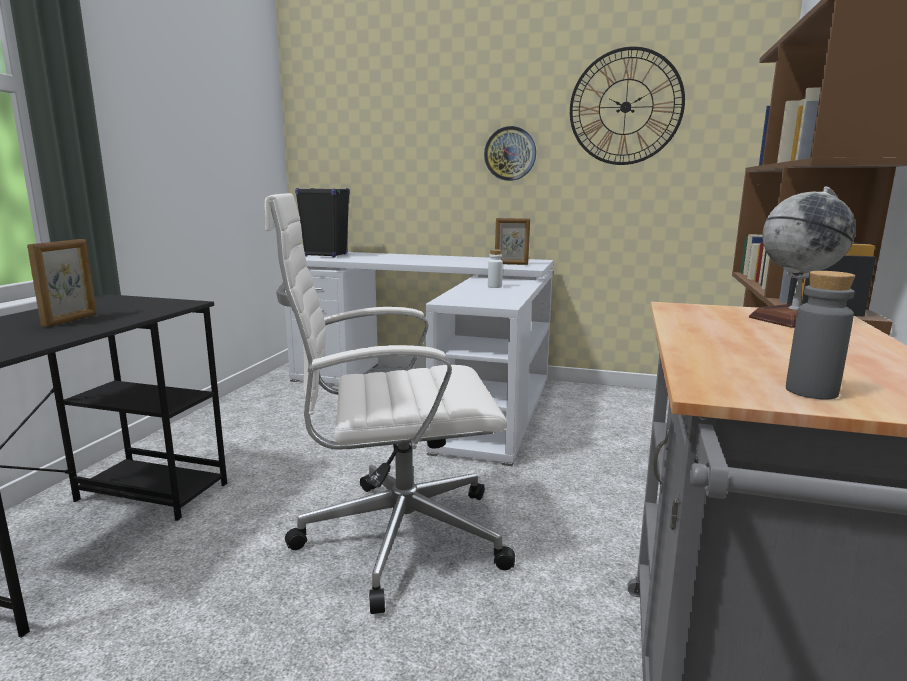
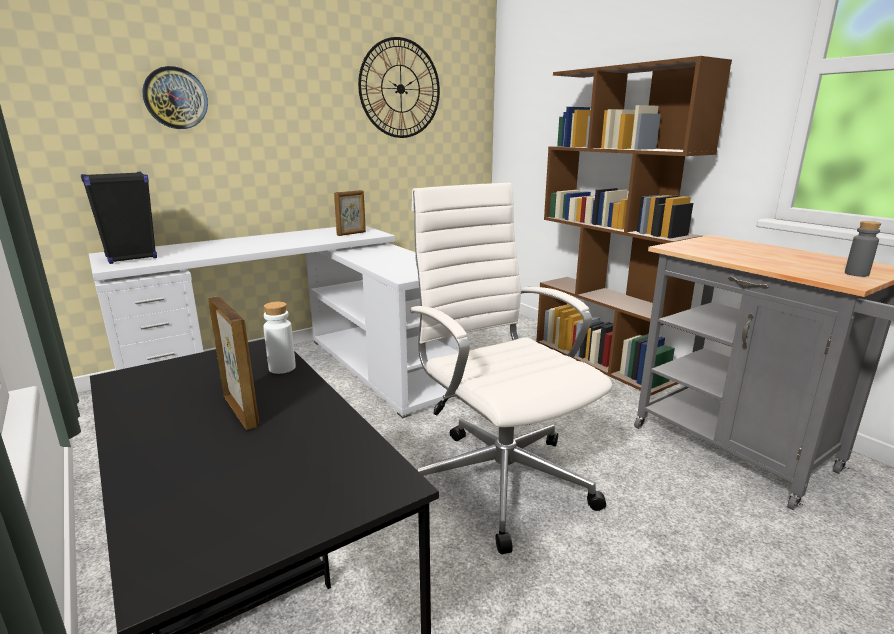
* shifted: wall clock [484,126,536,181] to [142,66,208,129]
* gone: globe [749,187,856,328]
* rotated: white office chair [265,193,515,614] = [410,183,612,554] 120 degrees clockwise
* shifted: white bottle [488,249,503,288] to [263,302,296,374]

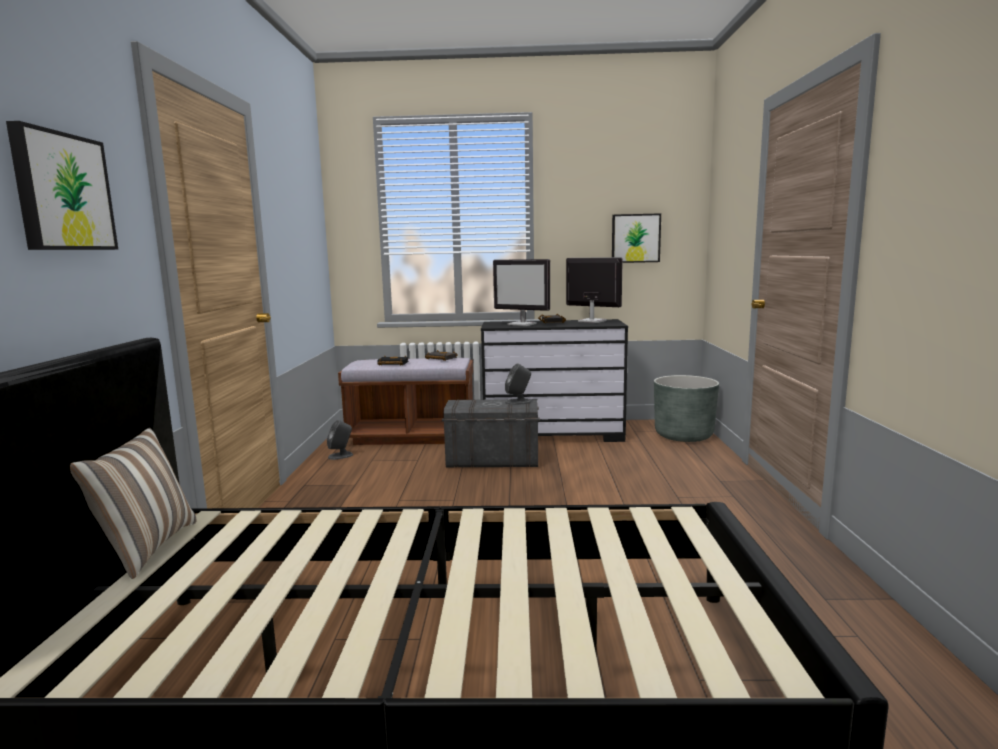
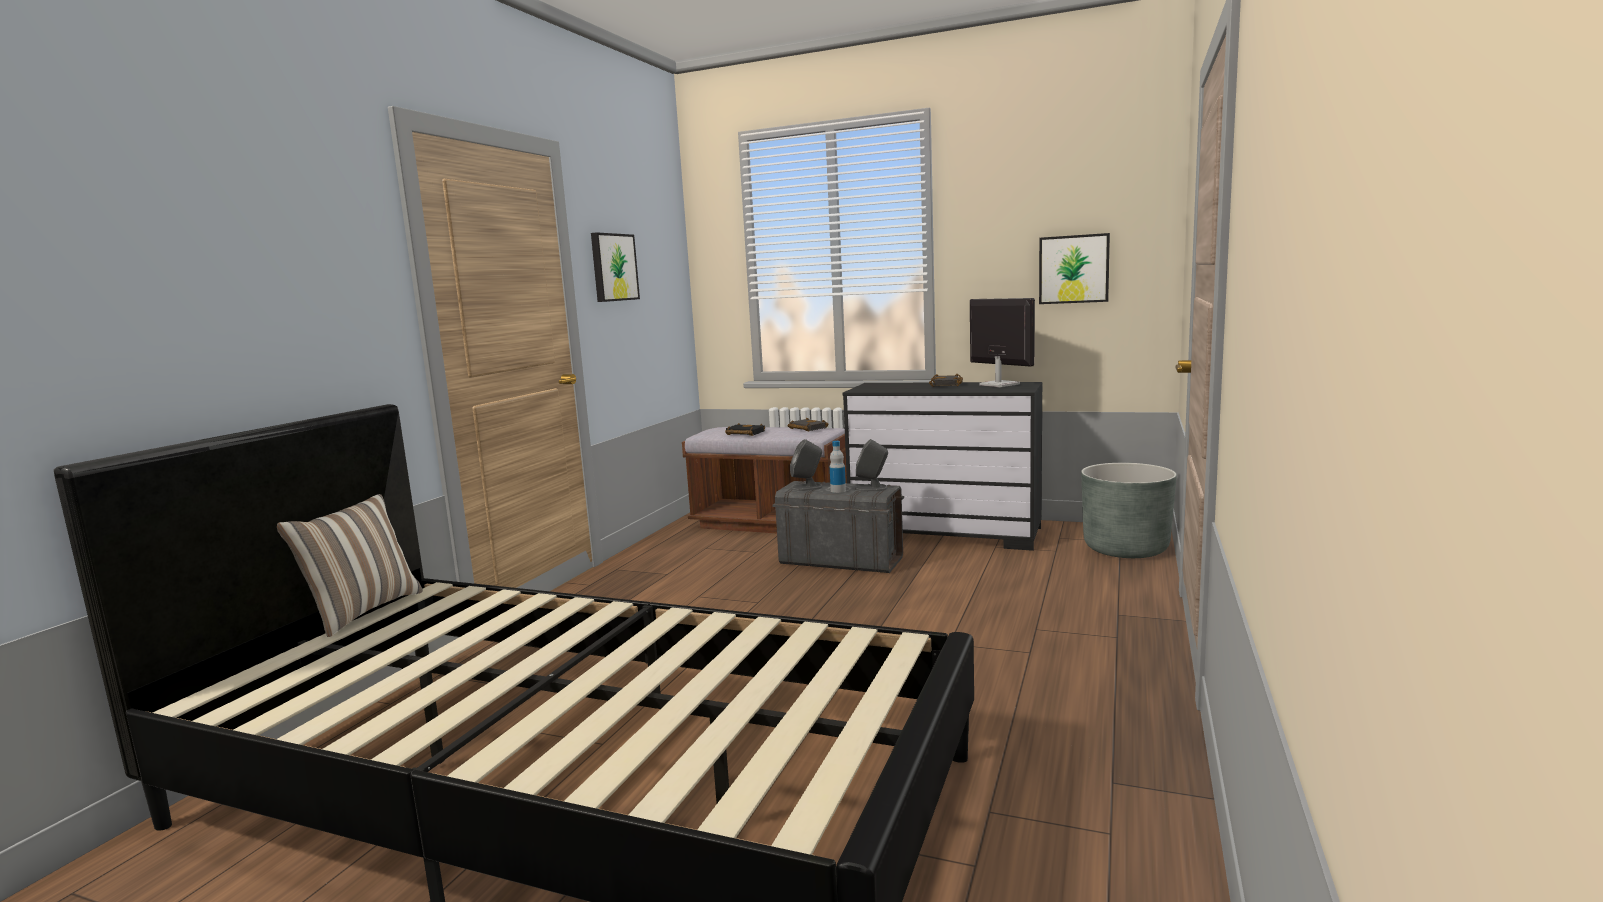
* shifted: picture [6,121,118,250] to [591,232,640,302]
* gone: monitor [493,259,550,326]
* shifted: grey speaker [327,420,353,460] to [790,439,823,491]
* new: bottle [830,441,846,493]

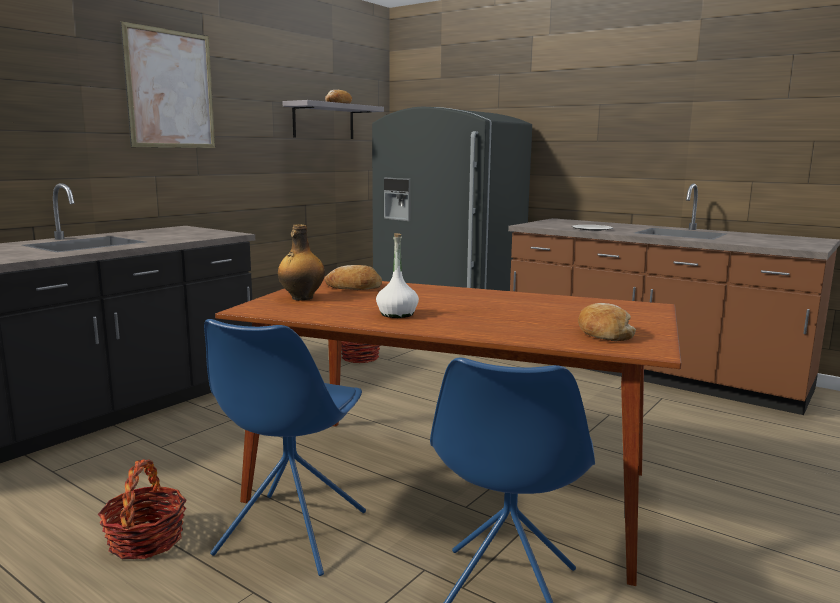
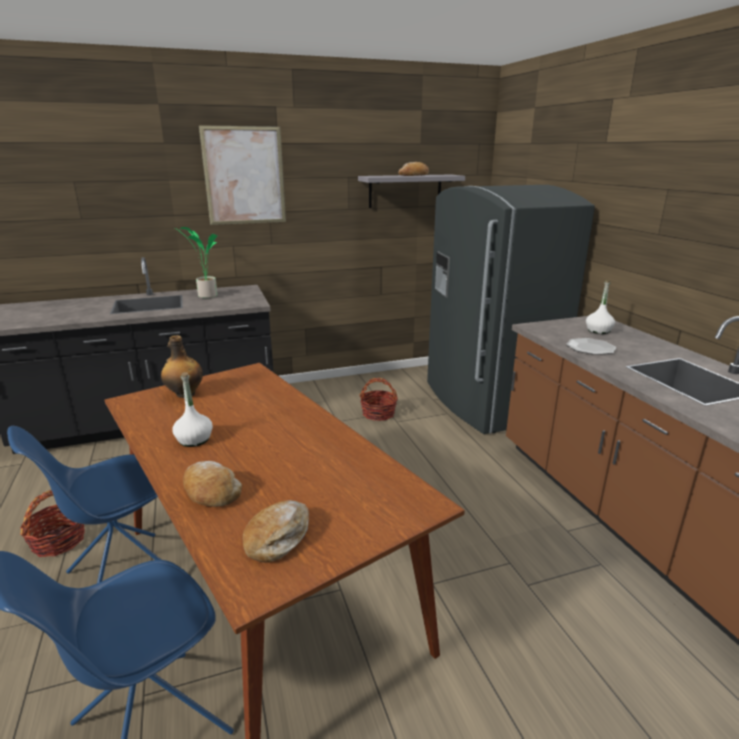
* shifted: bread [325,265,382,290] to [183,461,242,507]
* new: potted plant [175,227,218,298]
* new: white bottle [586,280,615,334]

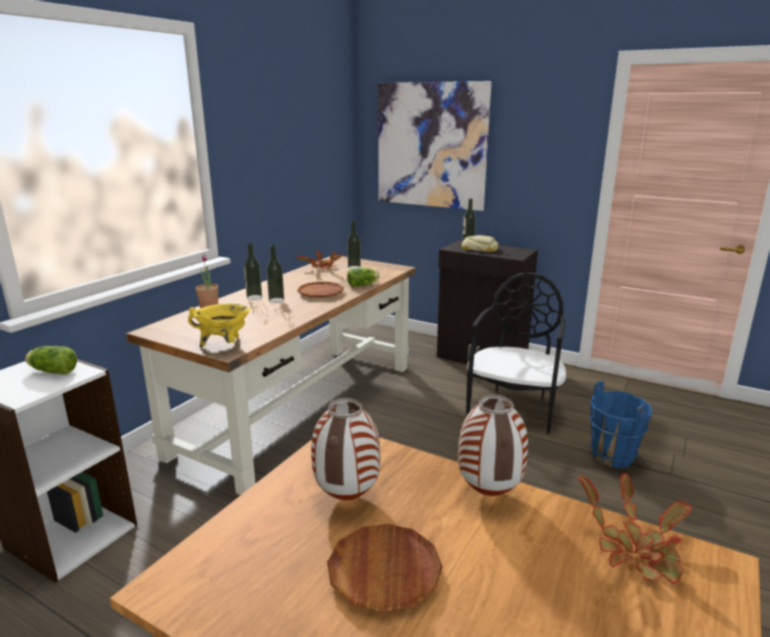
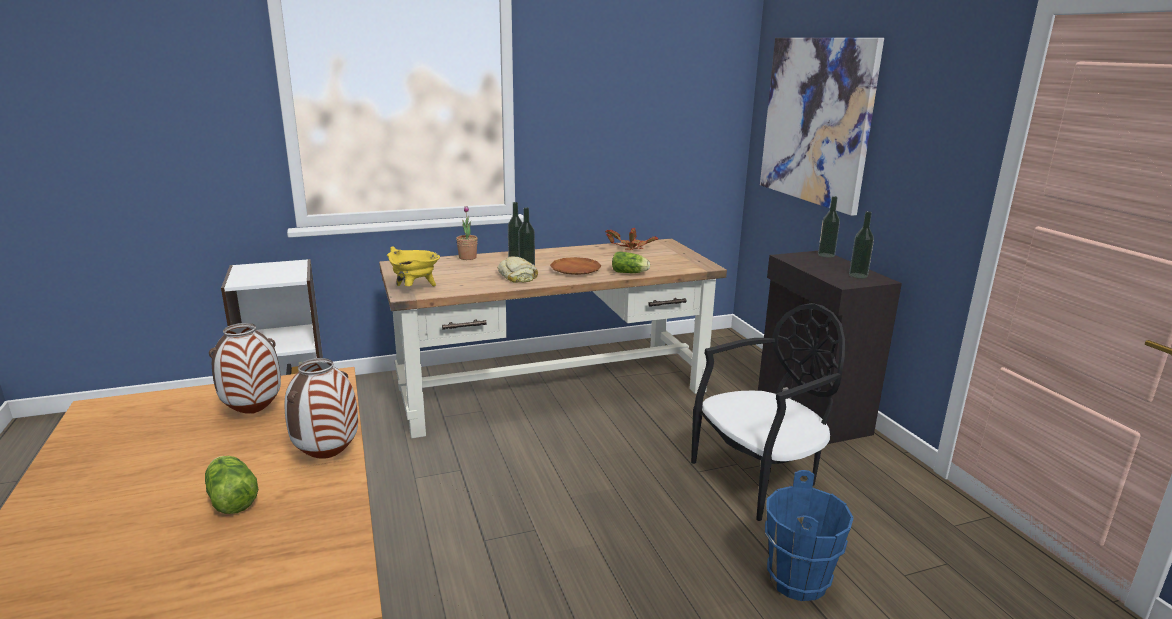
* shifted: bottle [347,221,361,269] to [849,211,874,279]
* shifted: bread [462,235,499,252] to [498,256,538,283]
* shifted: lettuce [25,346,77,375] to [205,456,258,514]
* gone: potted plant [578,473,693,584]
* gone: brown plate [327,524,443,613]

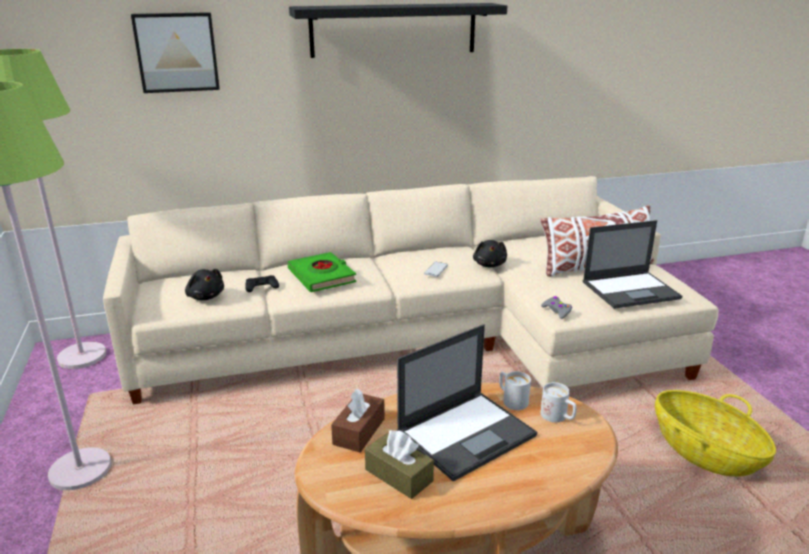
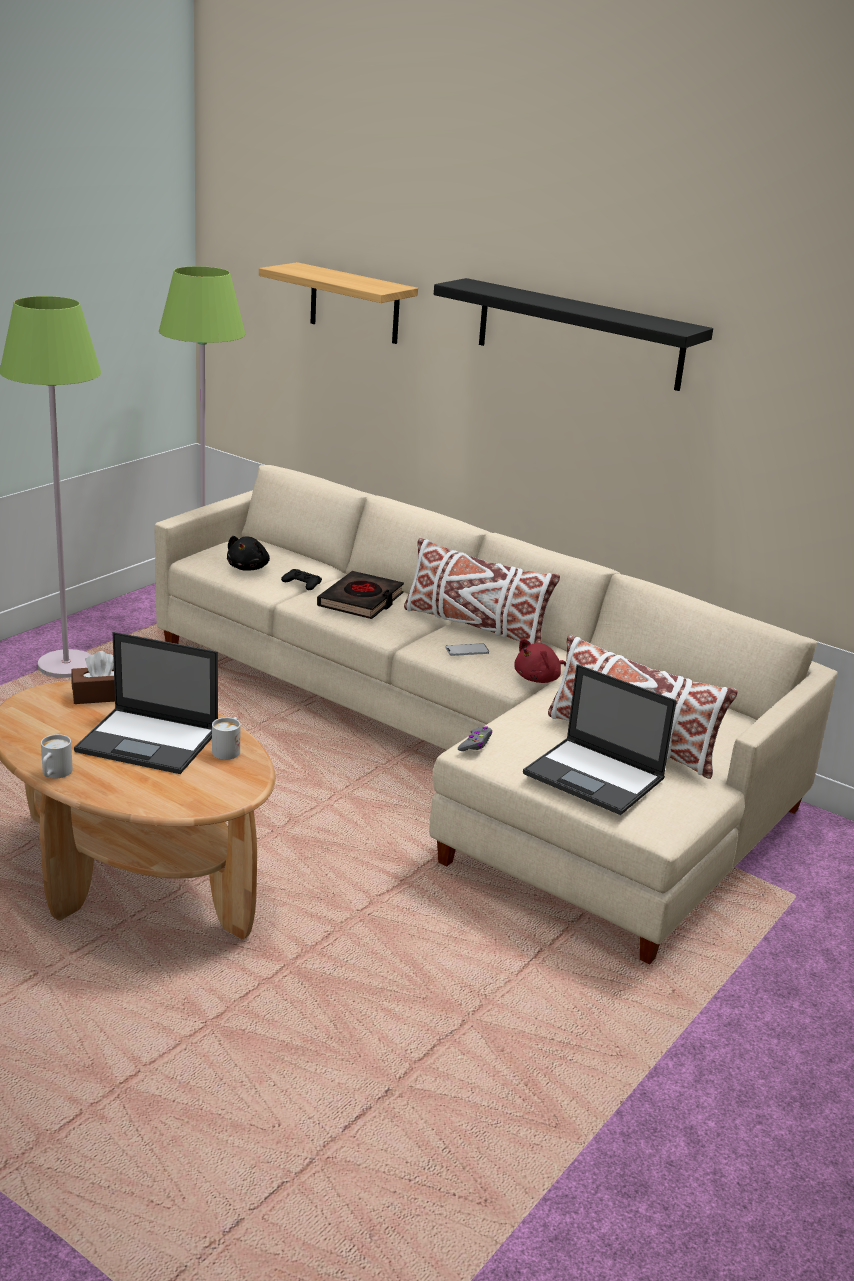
* swapped: picture [131,12,220,93] to shelf [259,262,418,344]
* repainted: black plush toy [473,240,507,268] to red plush toy [514,639,566,683]
* repainted: green book [287,252,356,292] to black book [317,571,404,619]
* shifted: white mug [541,382,577,422] to [41,734,73,778]
* gone: basket [655,390,776,477]
* gone: brown tissue box [365,430,434,499]
* new: white pillow [404,538,560,644]

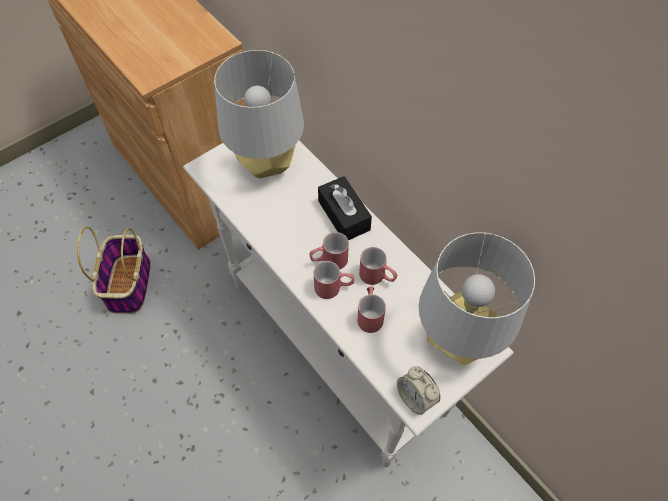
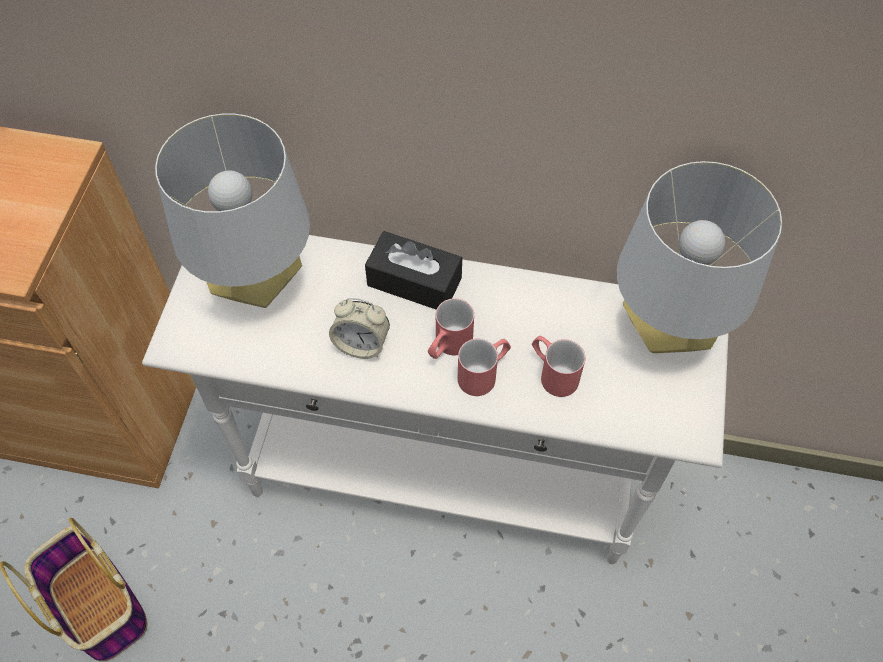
* gone: red mug [359,247,397,285]
* shifted: alarm clock [397,366,440,415] to [329,298,390,359]

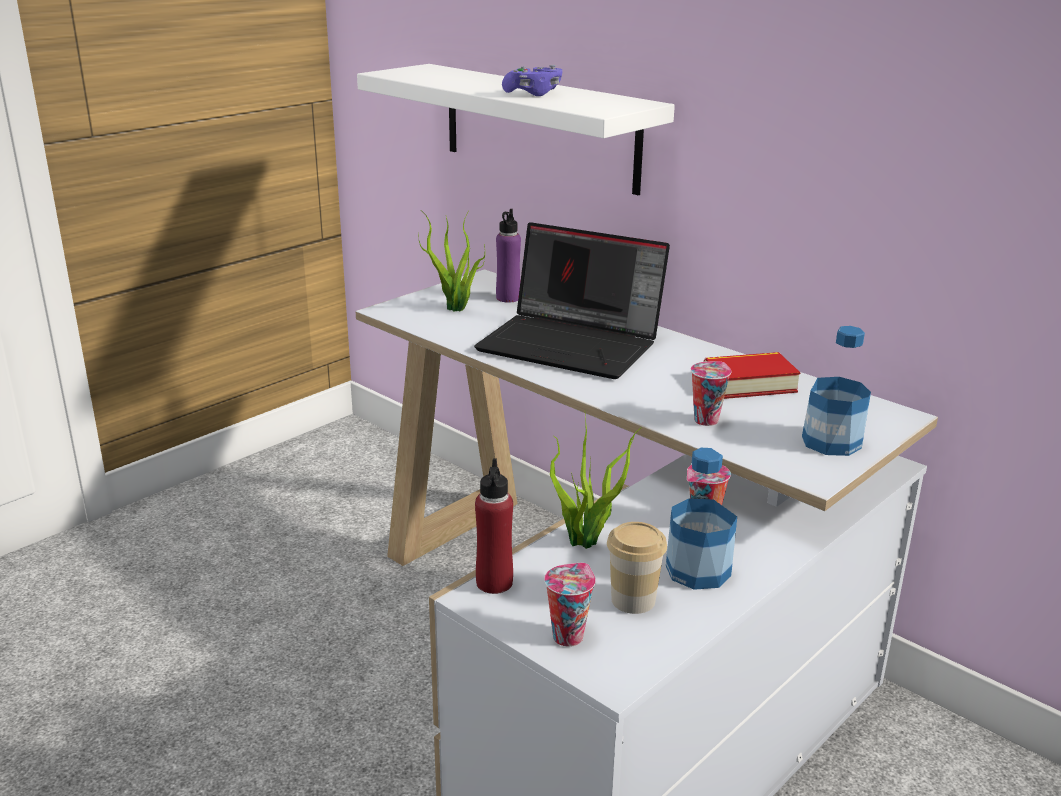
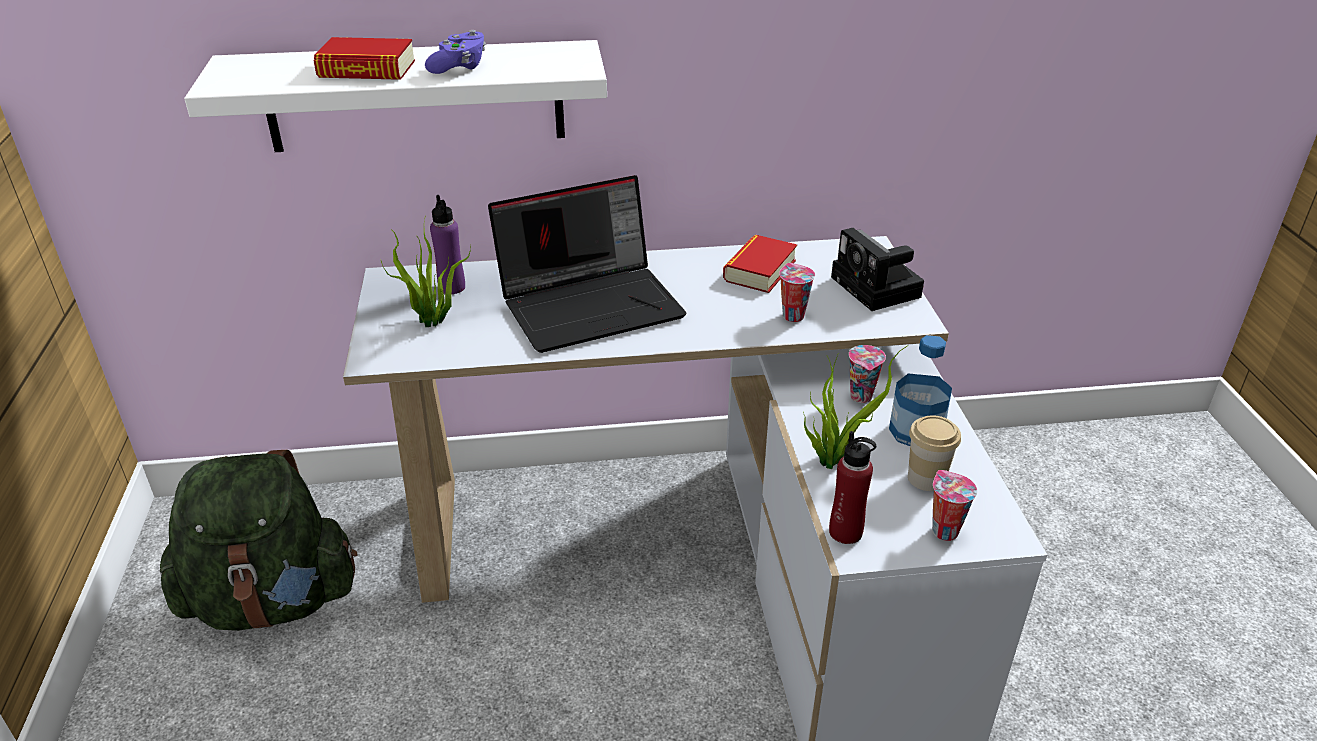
* swapped: bottle [802,326,871,456] to photo camera [831,228,924,311]
* new: book [313,37,415,80]
* new: green backpack [160,450,358,631]

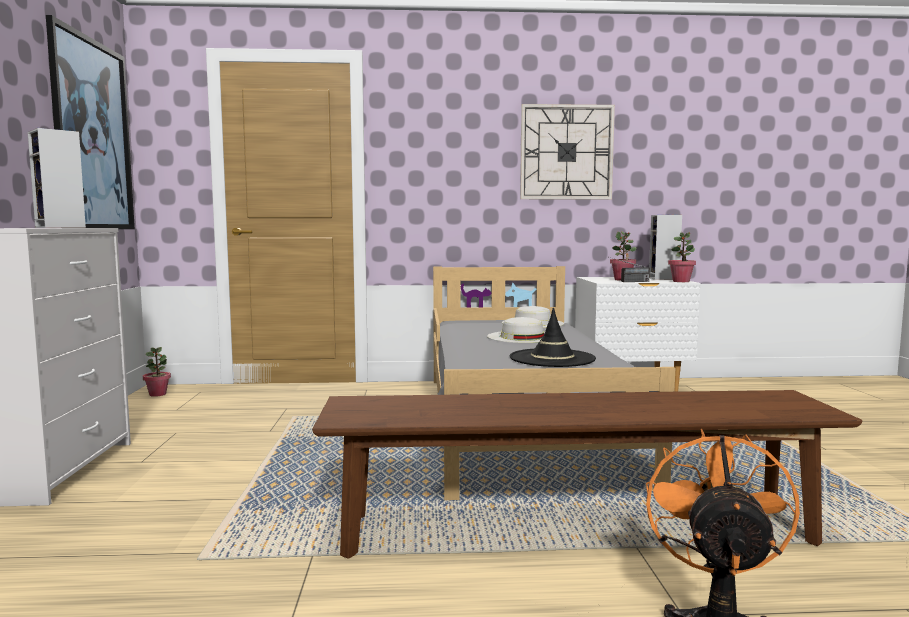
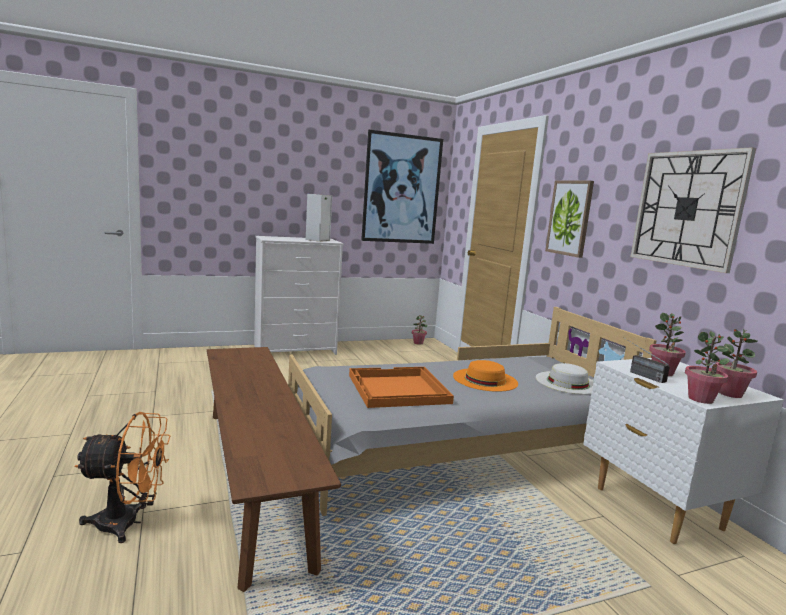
* swapped: speaker [649,215,682,280] to potted plant [716,328,757,398]
* swapped: black hat [510,307,596,367] to orange tray [349,367,454,408]
* repainted: white hat [487,317,545,343] to orange hat [453,360,518,392]
* new: picture [545,181,594,258]

